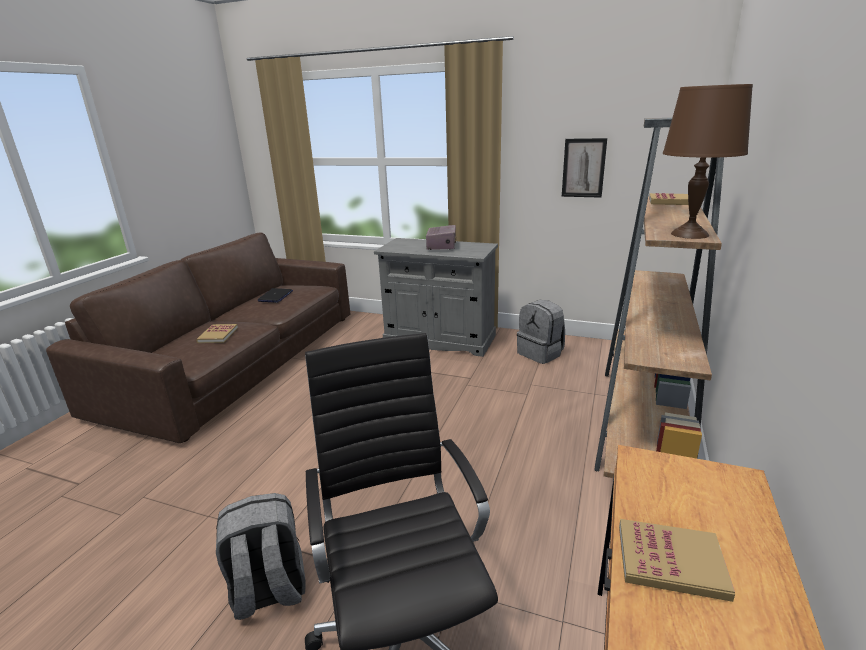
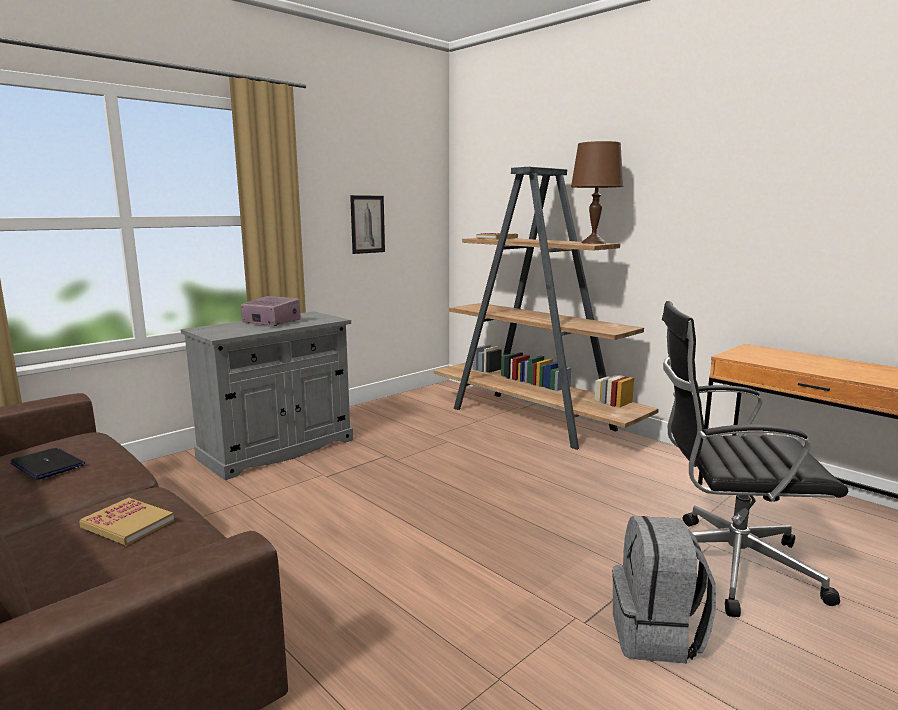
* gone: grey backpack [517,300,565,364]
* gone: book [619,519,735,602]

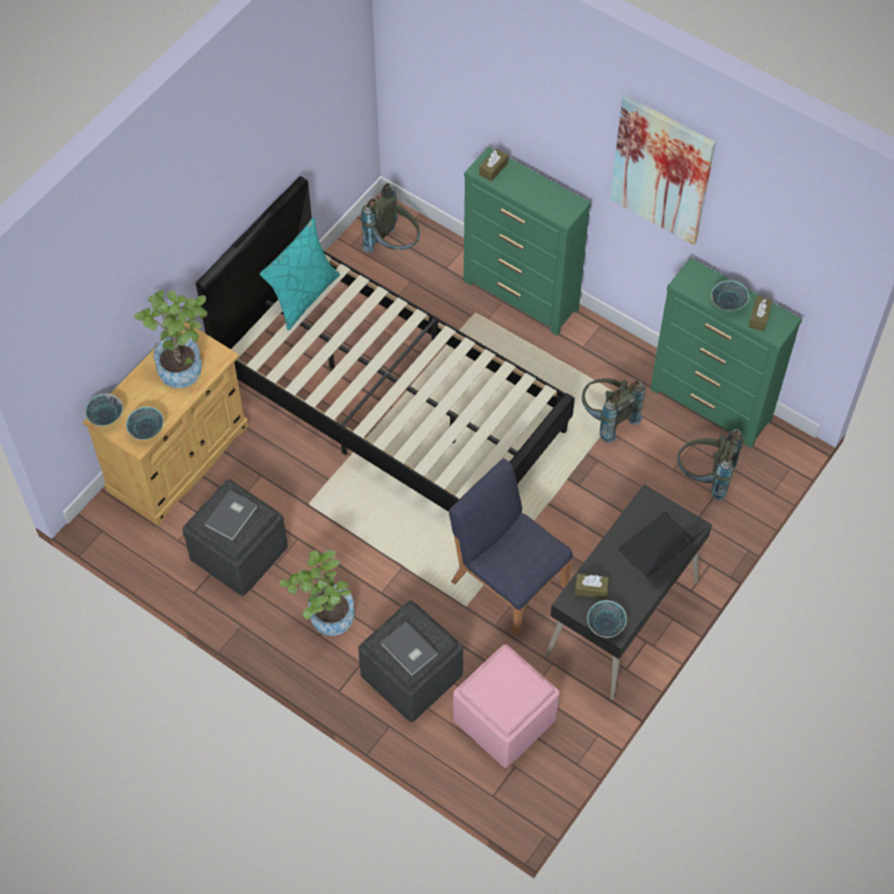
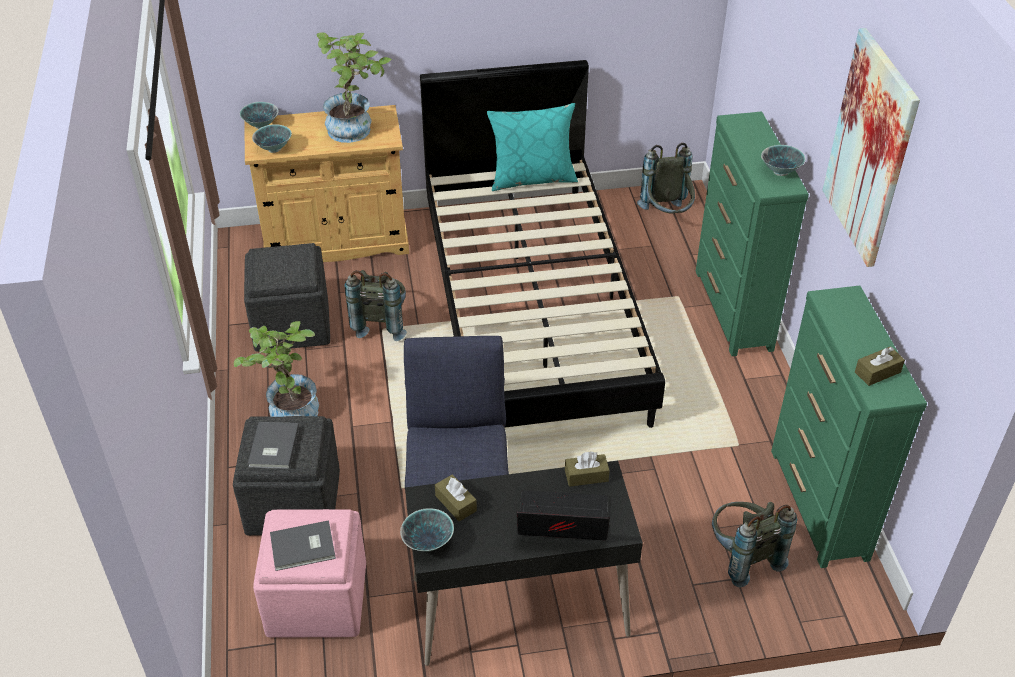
* shifted: brown tissue box [479,149,508,181] to [565,451,610,487]
* shifted: bowl [711,280,749,311] to [761,145,806,176]
* shifted: grey backpack [582,378,645,443] to [345,270,407,341]
* shifted: grey book [204,490,257,541] to [270,520,336,571]

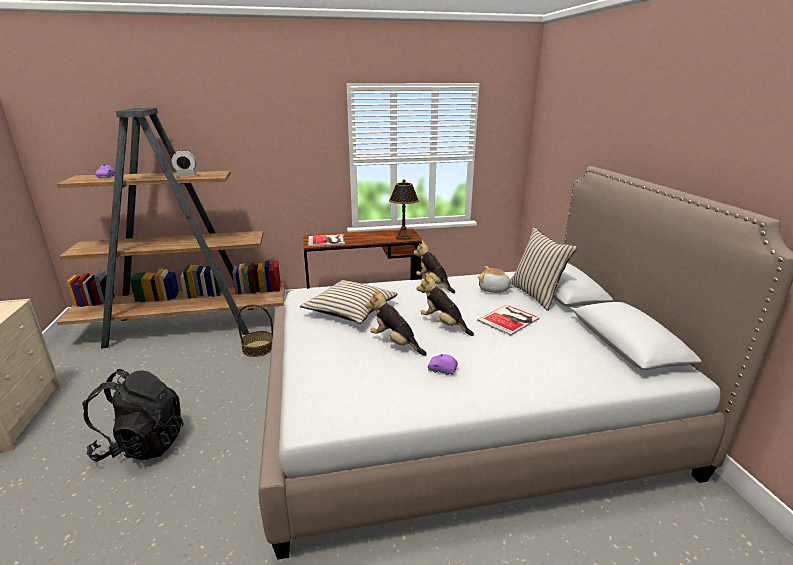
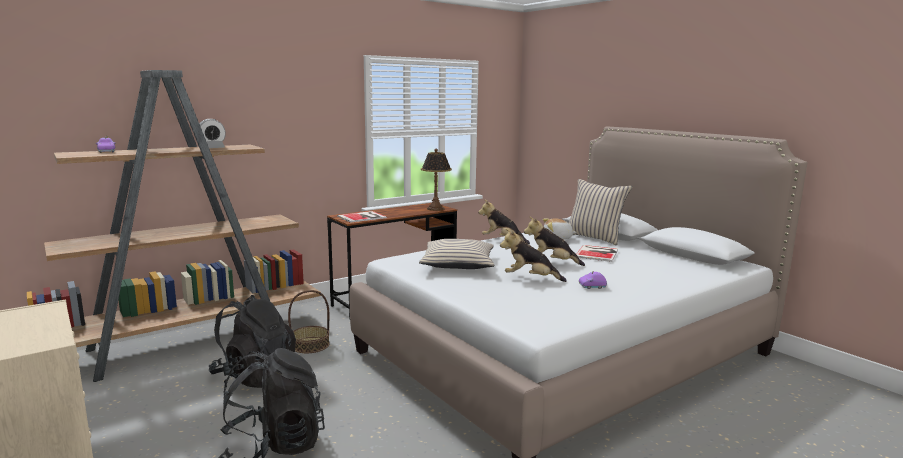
* new: black backpack [209,295,296,388]

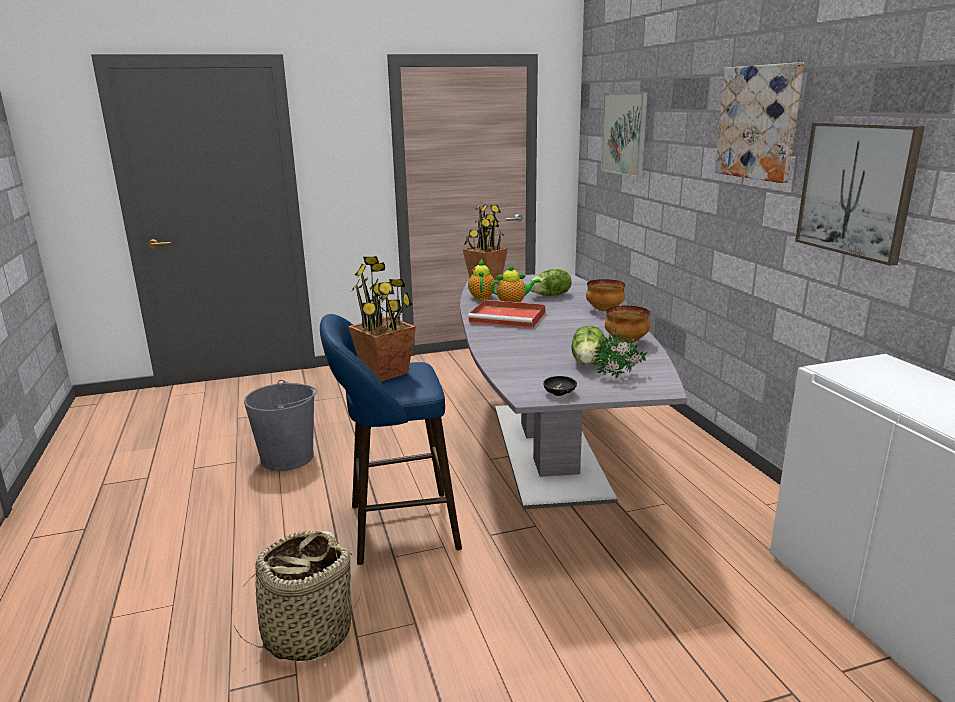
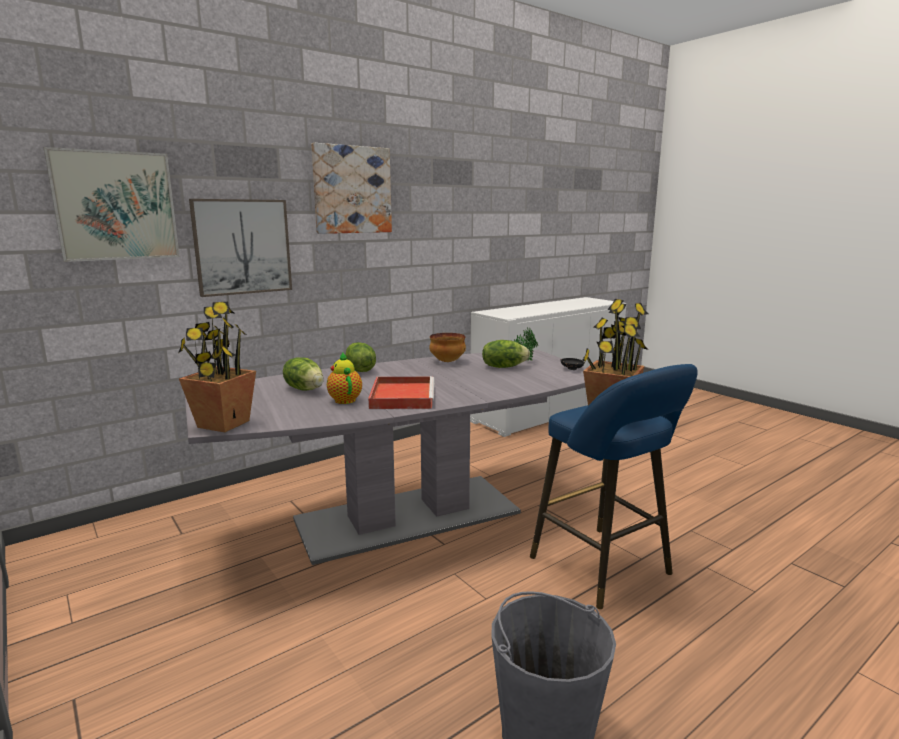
* shifted: picture [795,122,925,266] to [189,199,292,297]
* gone: teapot [468,259,495,300]
* swapped: bowl [586,279,625,311] to lettuce [345,342,376,372]
* gone: basket [234,531,360,661]

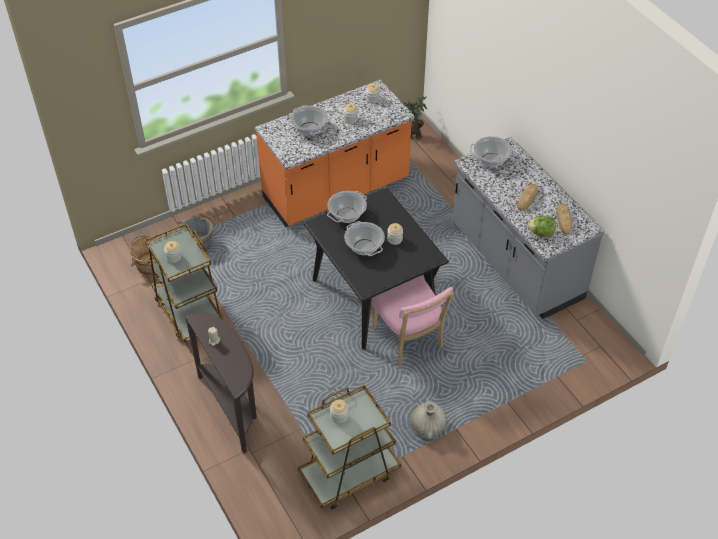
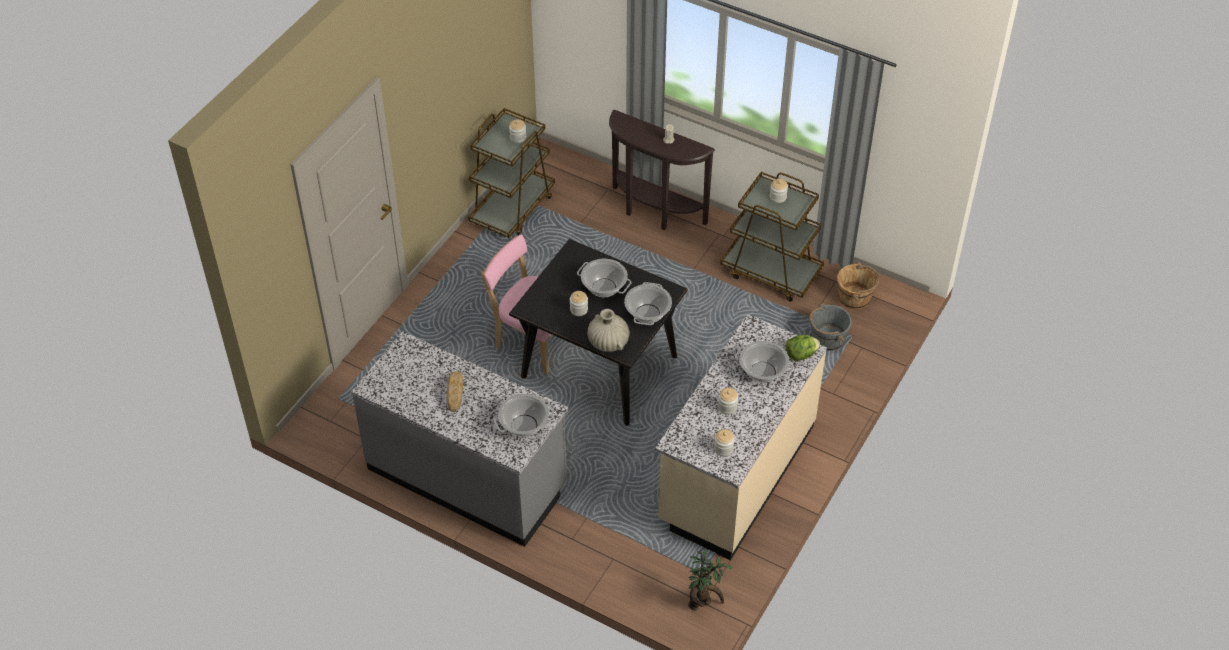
* repainted: orange counter [255,79,415,227] to beige counter [655,314,827,560]
* gone: bread [556,204,572,235]
* shifted: lettuce [527,216,556,237] to [786,335,820,361]
* shifted: beige vase [411,401,447,439] to [587,309,630,352]

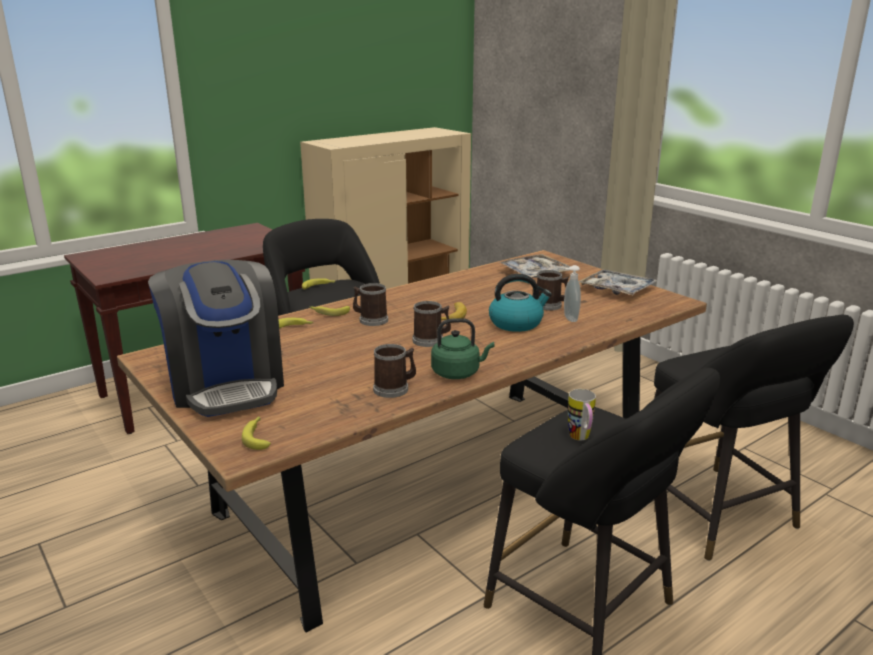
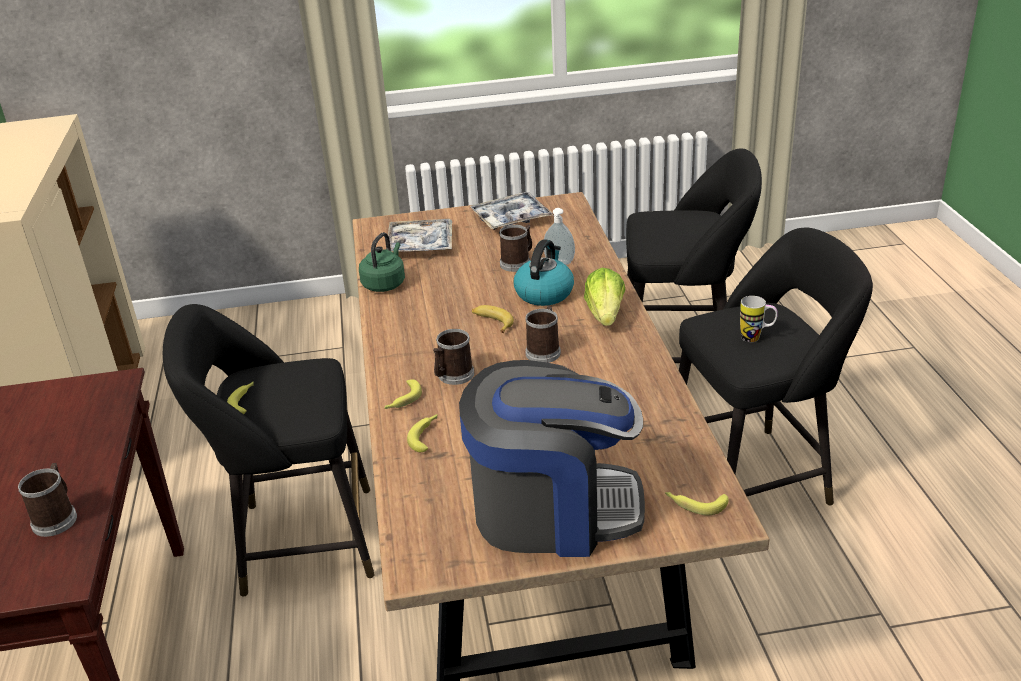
* shifted: green kettle [431,318,495,379] to [359,232,405,292]
* shifted: mug [373,344,416,398] to [18,463,77,537]
* new: lettuce [584,268,626,326]

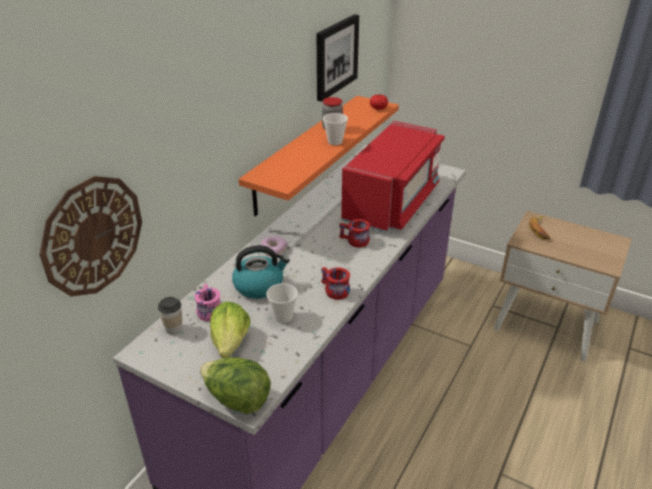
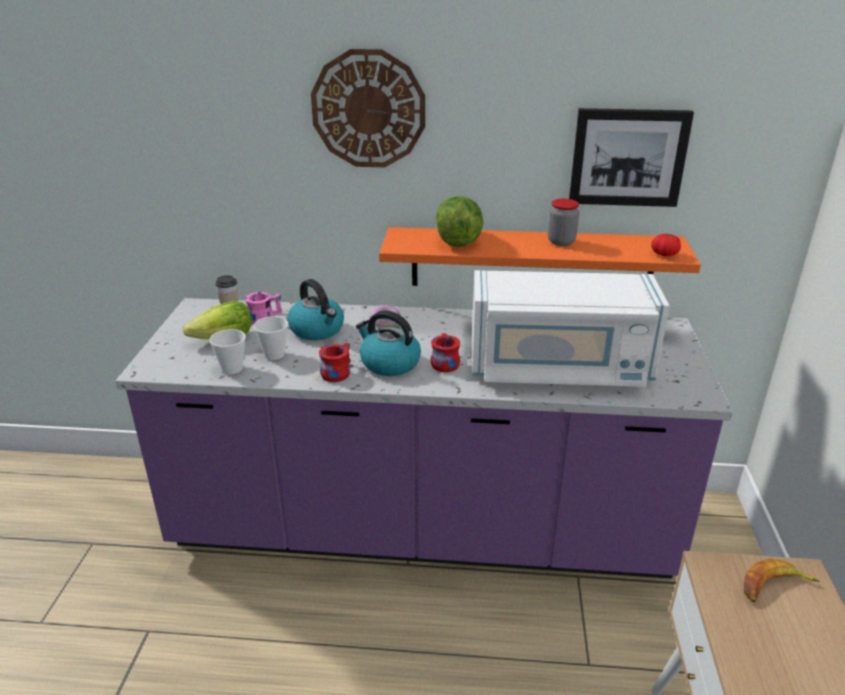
* shifted: cup [323,113,348,145] to [209,329,246,374]
* repainted: red microwave [341,121,445,233] to white microwave [472,270,670,387]
* shifted: wall clock [39,176,142,296] to [311,49,425,167]
* shifted: lettuce [200,357,271,414] to [436,196,483,247]
* new: kettle [356,310,421,376]

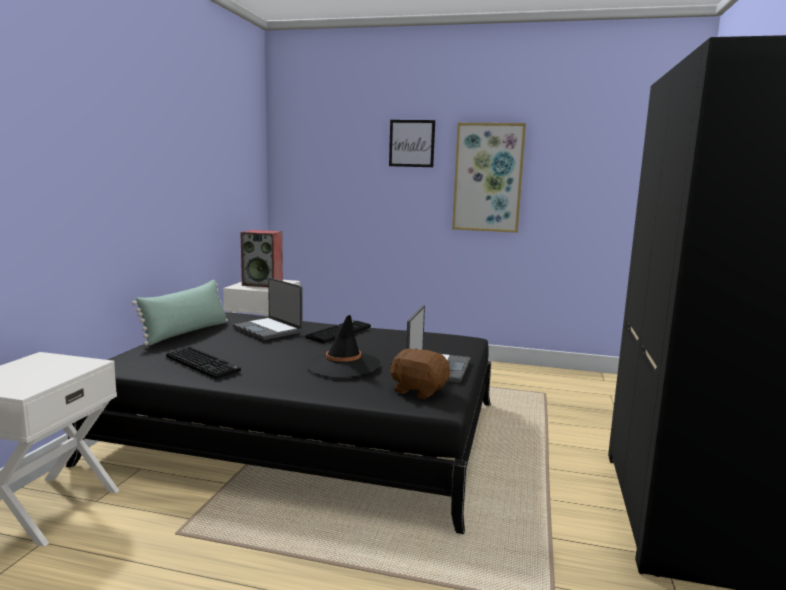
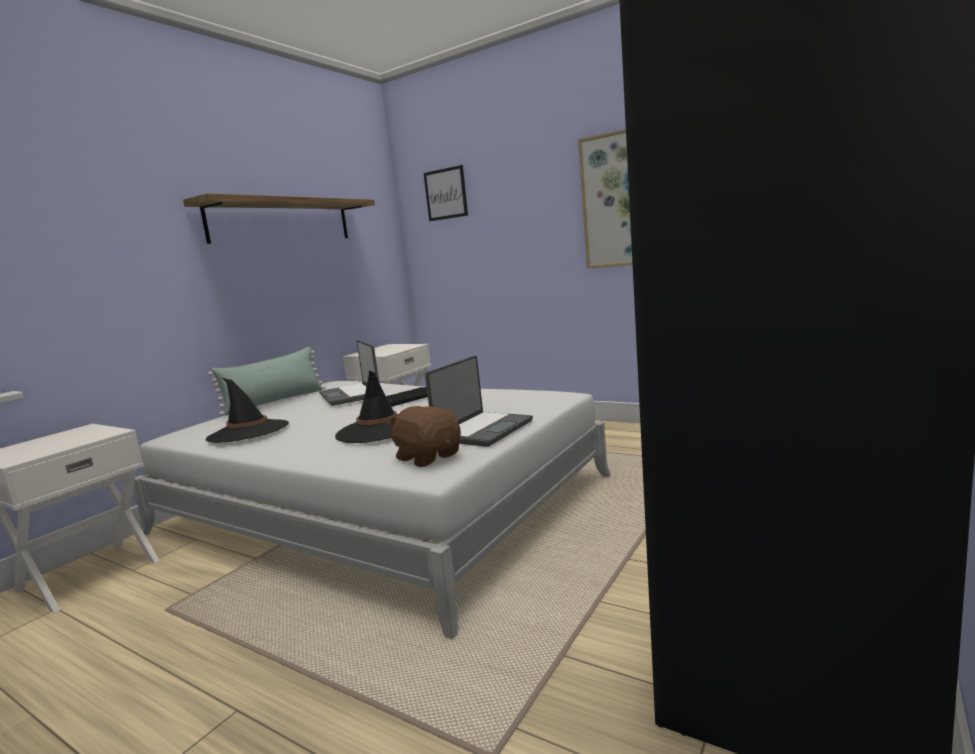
* shifted: picture [389,120,435,167] to [424,165,468,221]
* gone: speaker [240,230,283,287]
* repainted: black bed [66,312,491,534] to white bed [133,381,611,639]
* swapped: keyboard [166,347,241,379] to black hat [206,378,289,443]
* new: shelf [183,193,375,244]

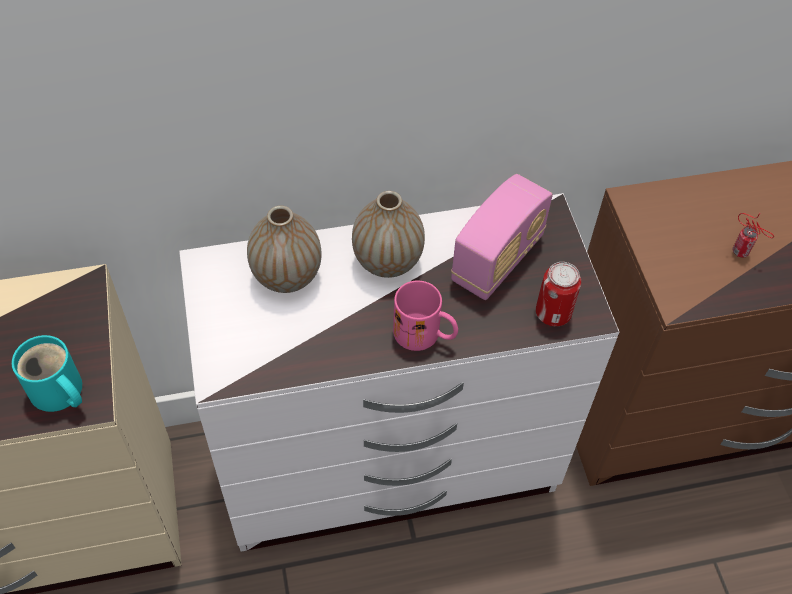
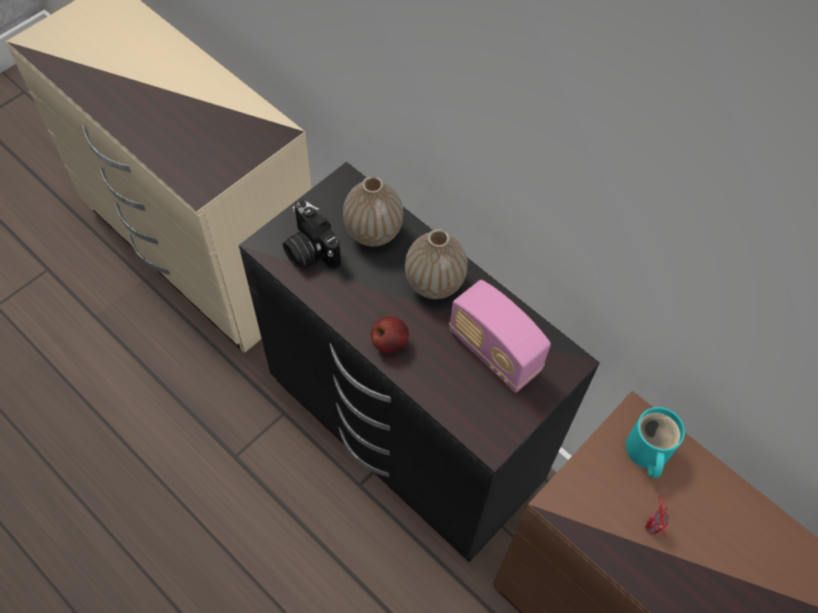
* rotated: radio [451,174,553,300] = [449,280,551,393] 45 degrees clockwise
* repainted: white dresser [179,193,619,552] to black dresser [239,162,600,562]
* gone: can [536,262,581,326]
* swapped: pink mug [393,281,458,351] to apple [371,317,409,353]
* shifted: turquoise mug [12,335,82,412] to [626,407,685,478]
* new: photo camera [283,199,341,269]

